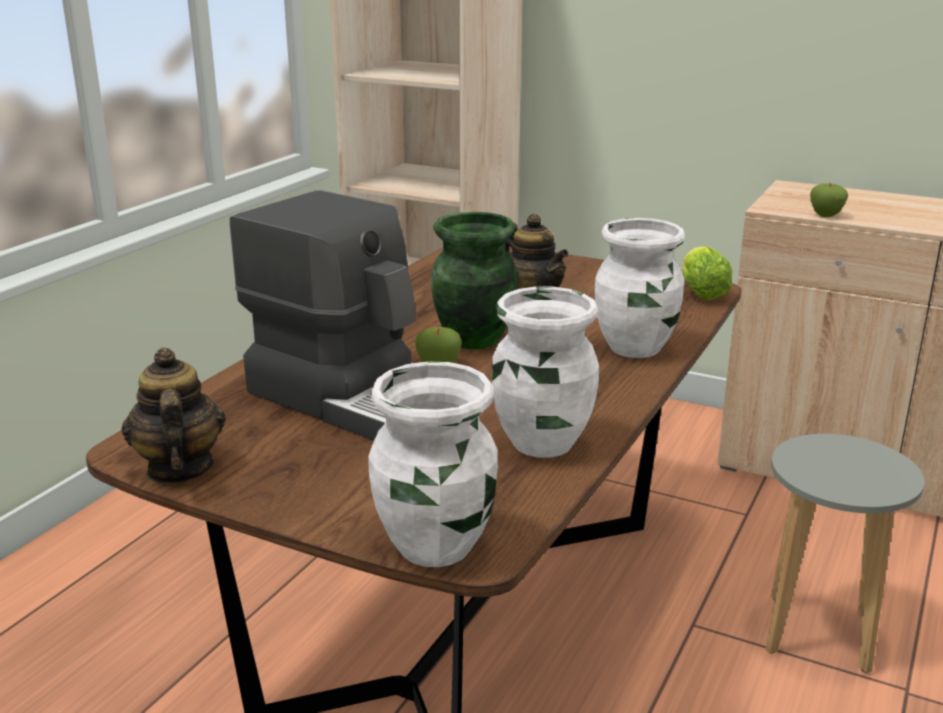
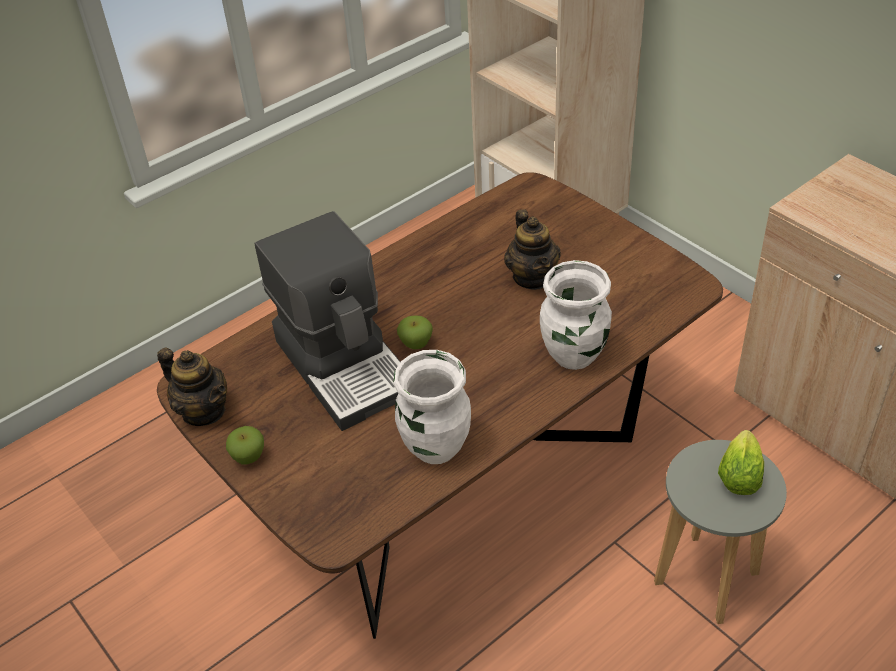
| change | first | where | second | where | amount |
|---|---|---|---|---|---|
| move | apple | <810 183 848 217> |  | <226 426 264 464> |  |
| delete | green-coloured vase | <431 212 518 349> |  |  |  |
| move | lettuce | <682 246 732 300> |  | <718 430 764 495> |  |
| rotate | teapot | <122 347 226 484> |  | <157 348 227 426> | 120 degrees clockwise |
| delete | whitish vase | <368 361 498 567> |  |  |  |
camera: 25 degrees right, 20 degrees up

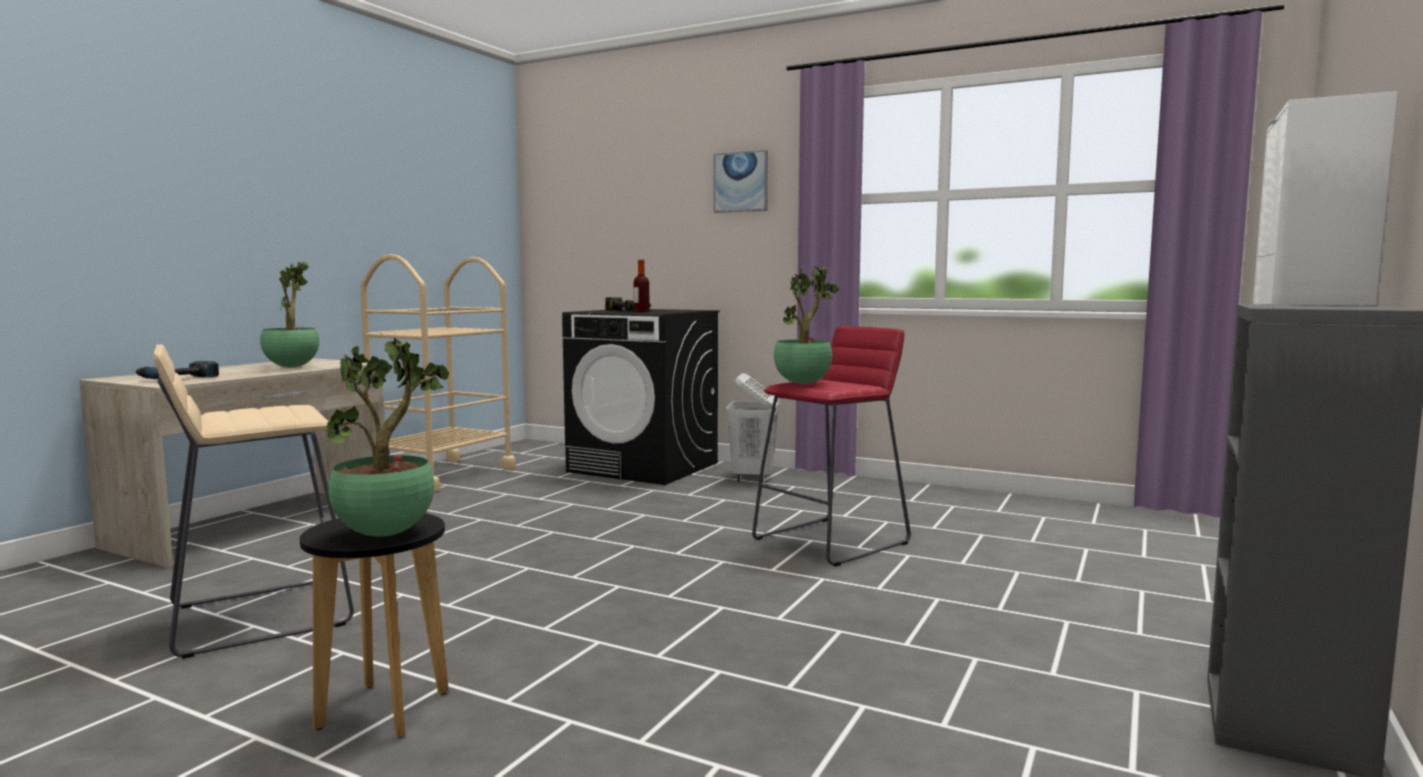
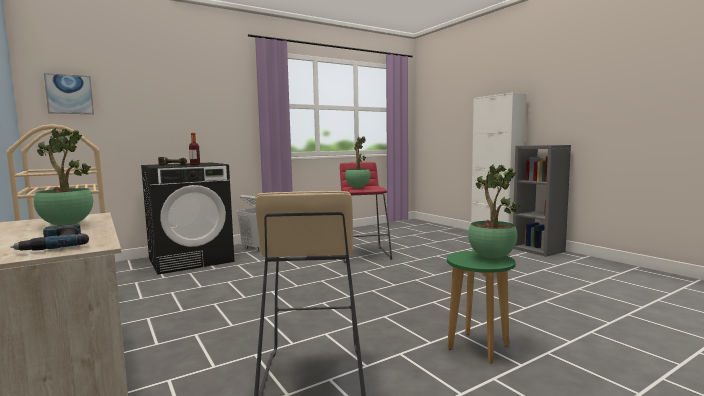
| change | first | where | second | where | amount |
|---|---|---|---|---|---|
| move | wall picture | <714 150 768 213> |  | <44 73 94 114> |  |
| recolor | blackish stool | <300 513 449 738> | green-coloured stool | <447 251 516 364> |  |
camera: 60 degrees left, 0 degrees up

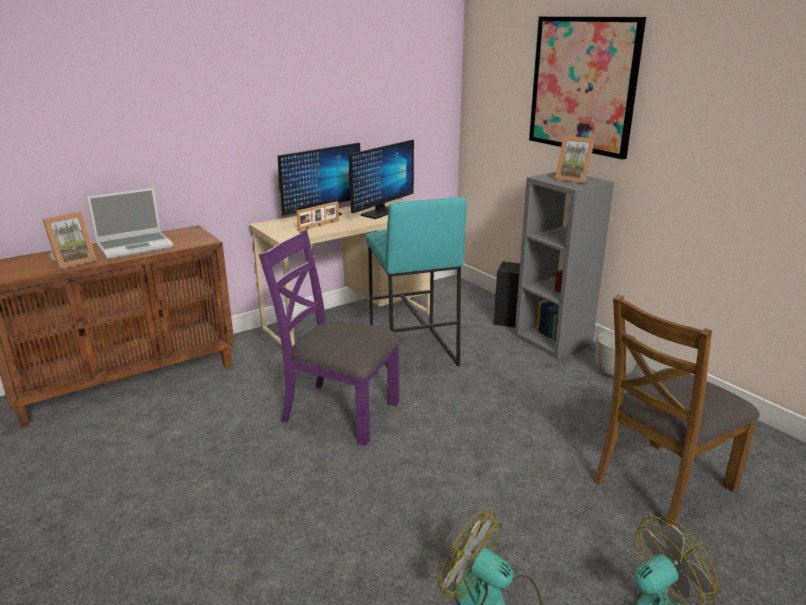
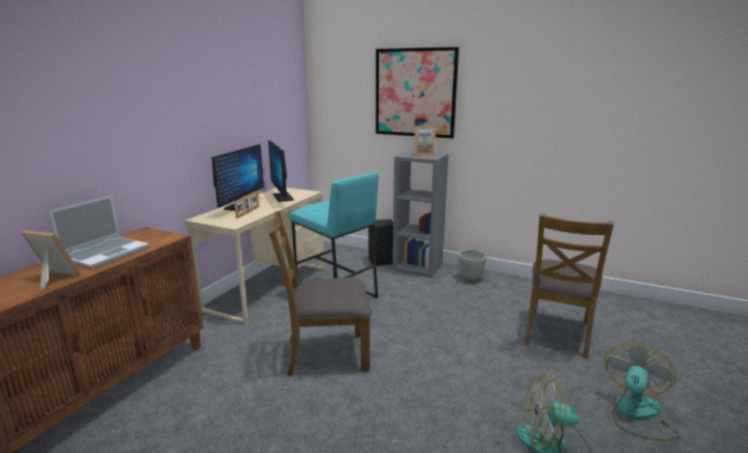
| change | first | where | second | where | amount |
|---|---|---|---|---|---|
| rotate | computer screen | <349 140 414 219> |  | <268 140 294 202> | 150 degrees clockwise |
| rotate | photo frame | <43 212 97 269> |  | <21 230 81 290> | 90 degrees counterclockwise |
| recolor | purplish upright chair | <259 230 401 446> | brown upright chair | <269 211 372 376> |  |
camera: 30 degrees left, 5 degrees down

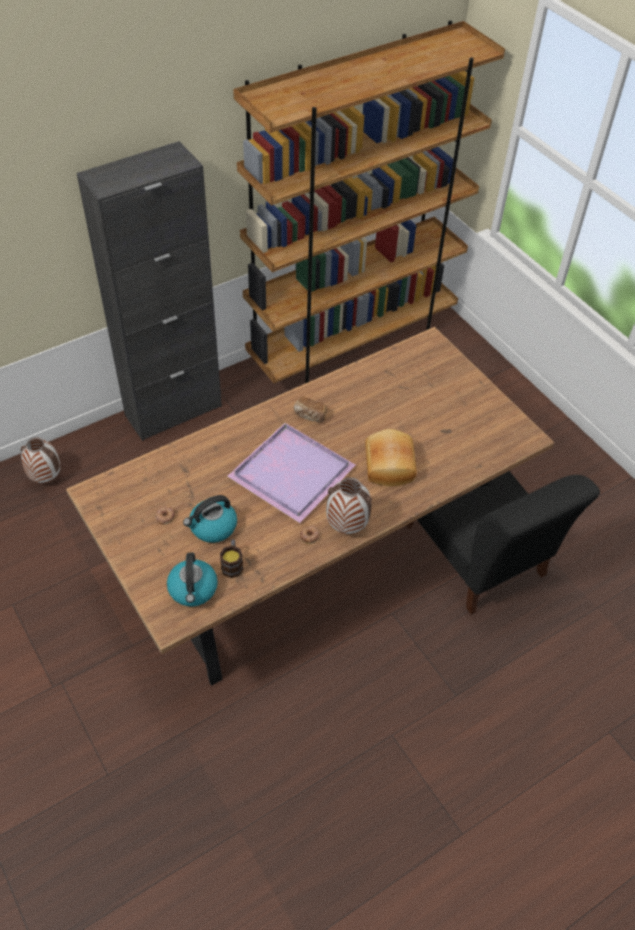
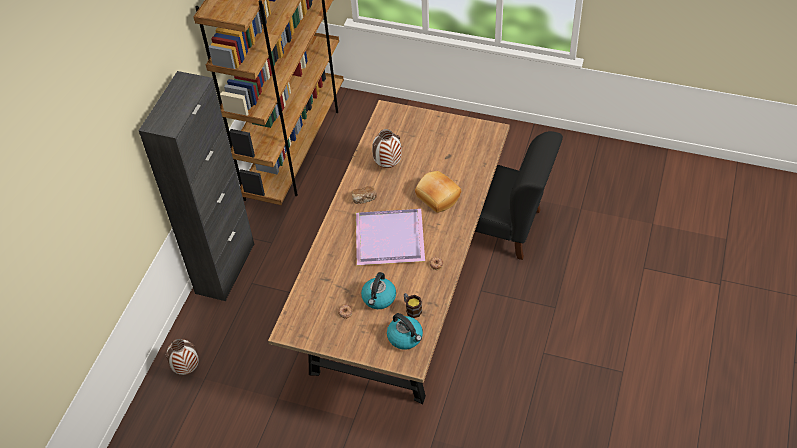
| change | first | where | second | where | amount |
|---|---|---|---|---|---|
| move | vase | <326 477 372 534> |  | <372 129 402 168> |  |
camera: 35 degrees left, 0 degrees up

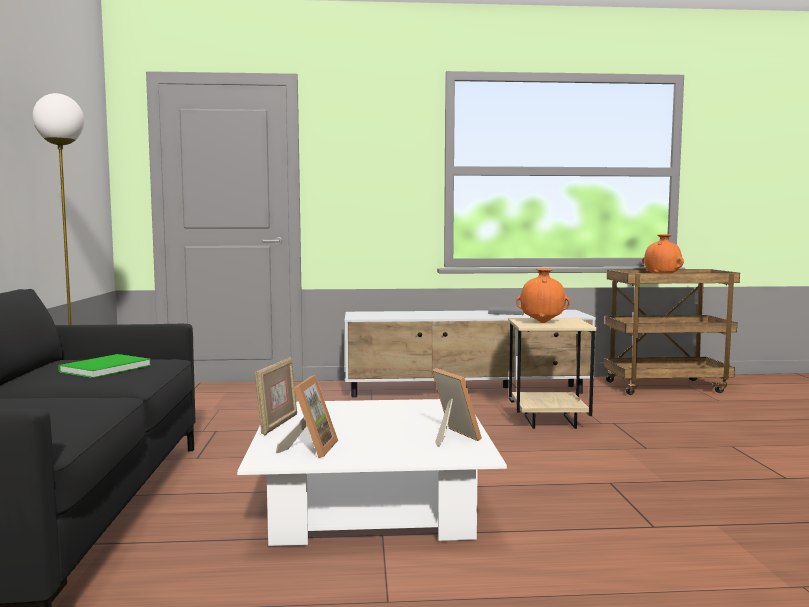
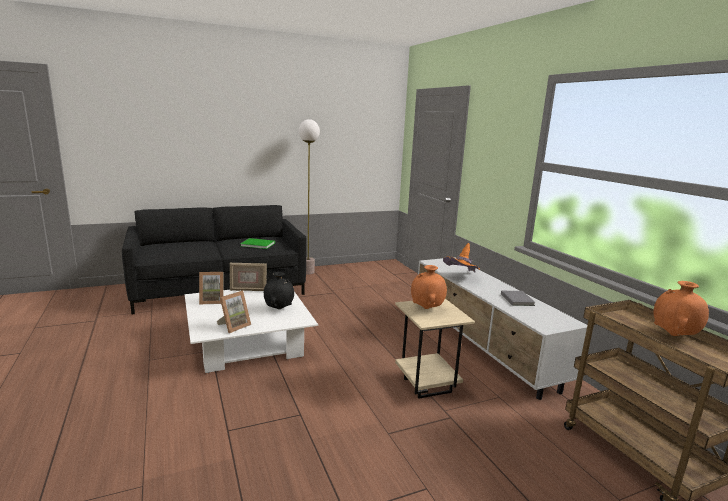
| change | first | where | second | where | amount |
|---|---|---|---|---|---|
| insert |  |  | orange hat | <443 243 480 273> |  |
| insert |  |  | blackish vase | <264 272 294 309> |  |
camera: 70 degrees right, 10 degrees up

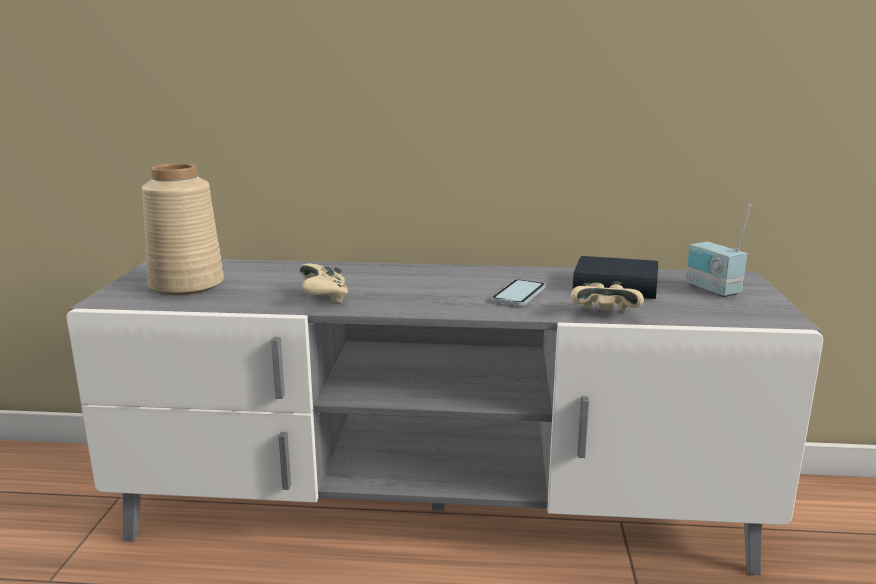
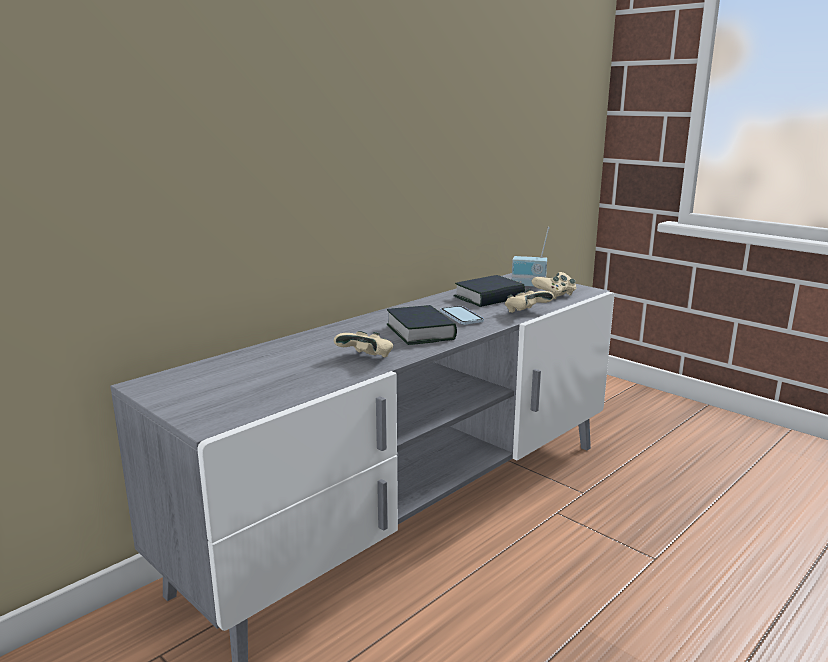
| change | first | where | second | where | amount |
|---|---|---|---|---|---|
| delete | sand-coloured vase | <142 163 224 295> |  |  |  |
| insert |  |  | sand-coloured game controller | <532 272 576 299> |  |
| insert |  |  | bound book | <387 305 457 345> |  |
camera: 50 degrees left, 0 degrees up

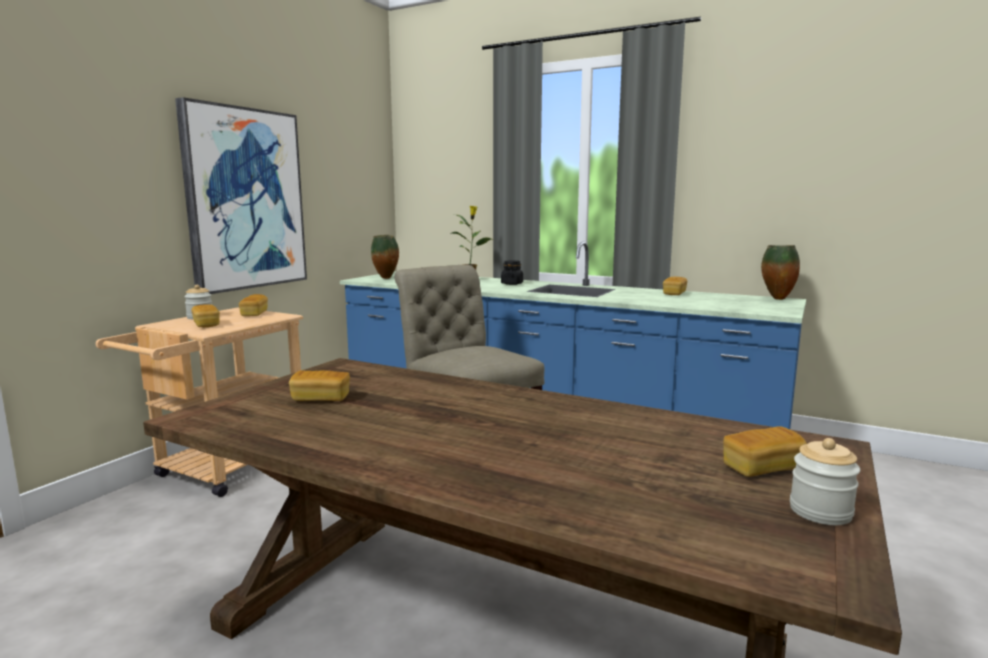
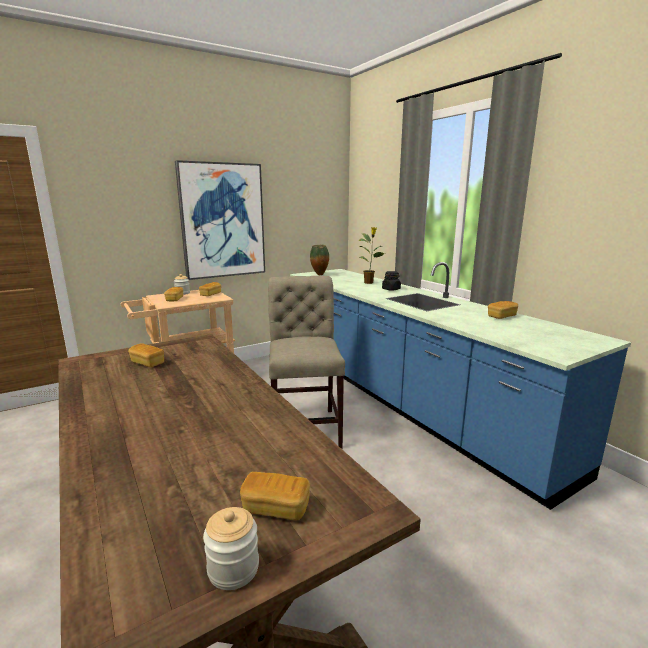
| change | first | where | second | where | amount |
|---|---|---|---|---|---|
| delete | vase | <761 245 800 300> |  |  |  |
camera: 30 degrees right, 5 degrees up

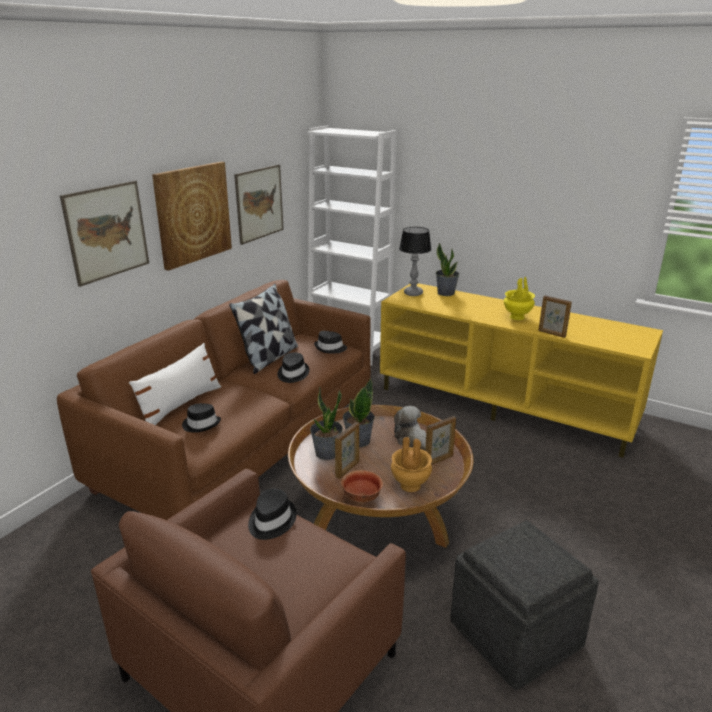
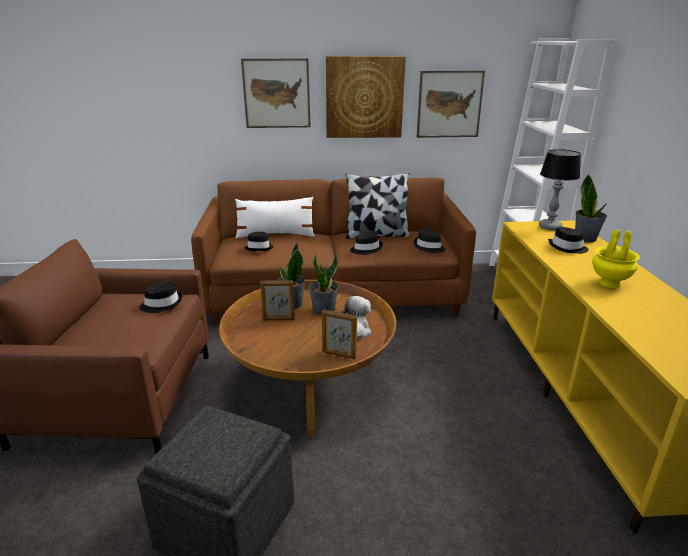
| change | first | where | second | where | amount |
|---|---|---|---|---|---|
| delete | photo frame | <538 295 572 338> |  |  |  |
| delete | brown vase | <391 437 432 492> |  |  |  |
| delete | deep dish | <341 470 383 503> |  |  |  |
| insert |  |  | blackish hat | <548 226 588 254> |  |
camera: 55 degrees right, 0 degrees up

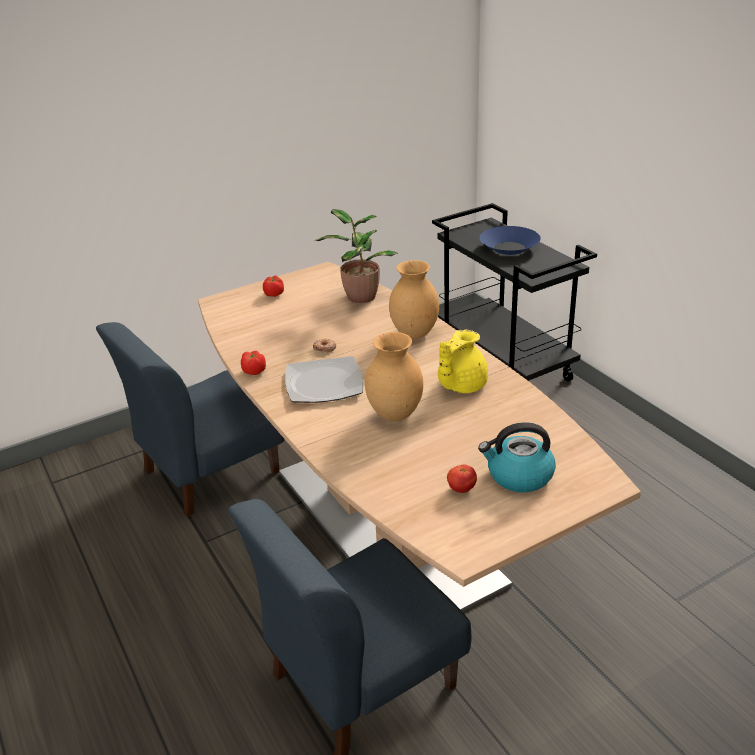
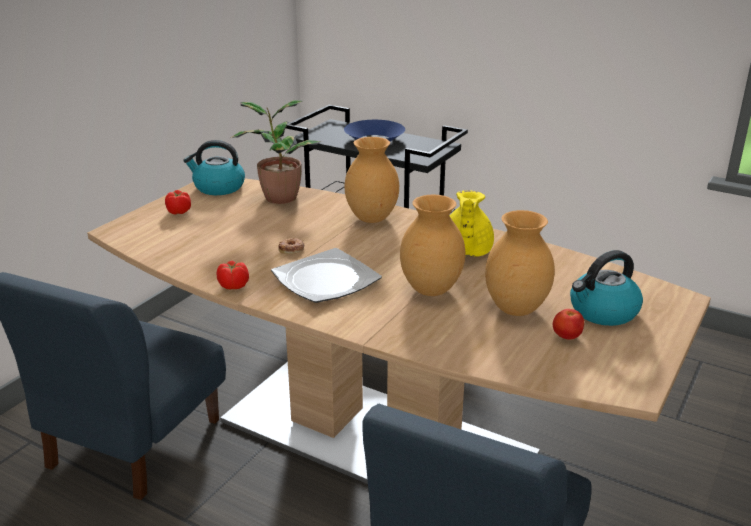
| change | first | where | second | where | amount |
|---|---|---|---|---|---|
| insert |  |  | kettle | <183 140 245 195> |  |
| insert |  |  | brown vase | <485 210 555 316> |  |
camera: 30 degrees left, 5 degrees down

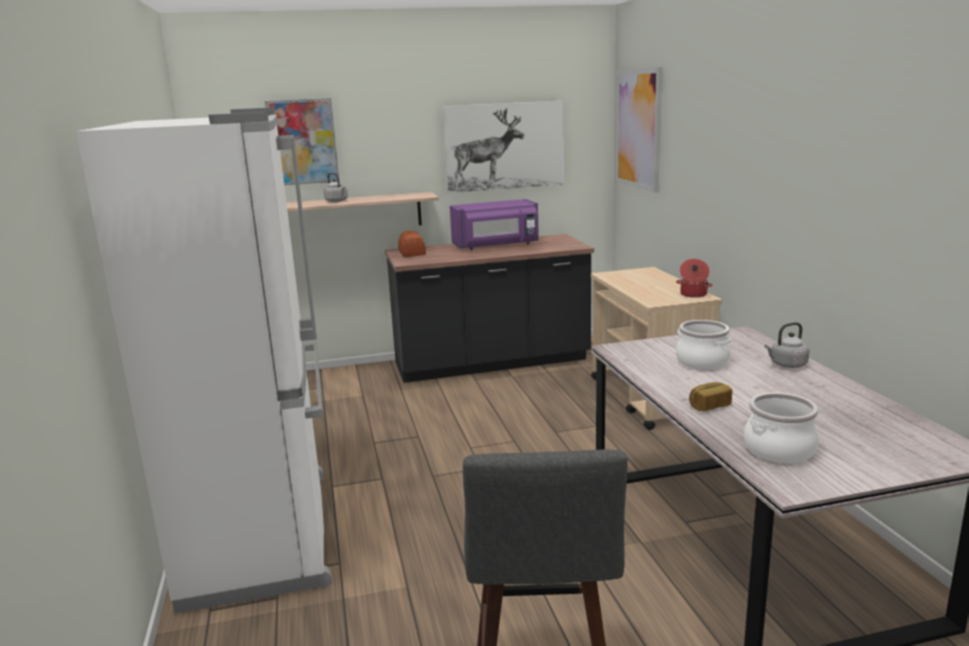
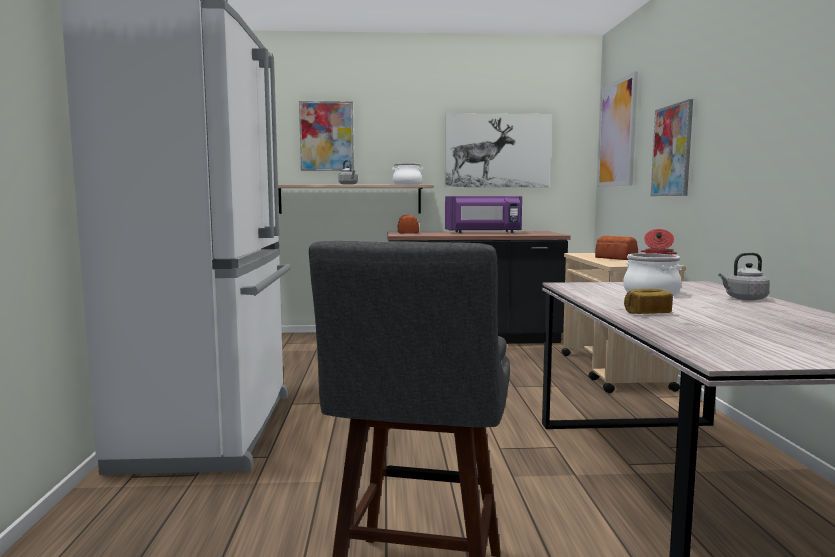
| change | first | where | second | where | amount |
|---|---|---|---|---|---|
| move | stockpot | <744 393 819 463> |  | <392 163 423 185> |  |
| insert |  |  | wall picture | <651 99 693 196> |  |
| insert |  |  | bakery bread | <595 236 638 260> |  |
camera: 10 degrees right, 10 degrees down

